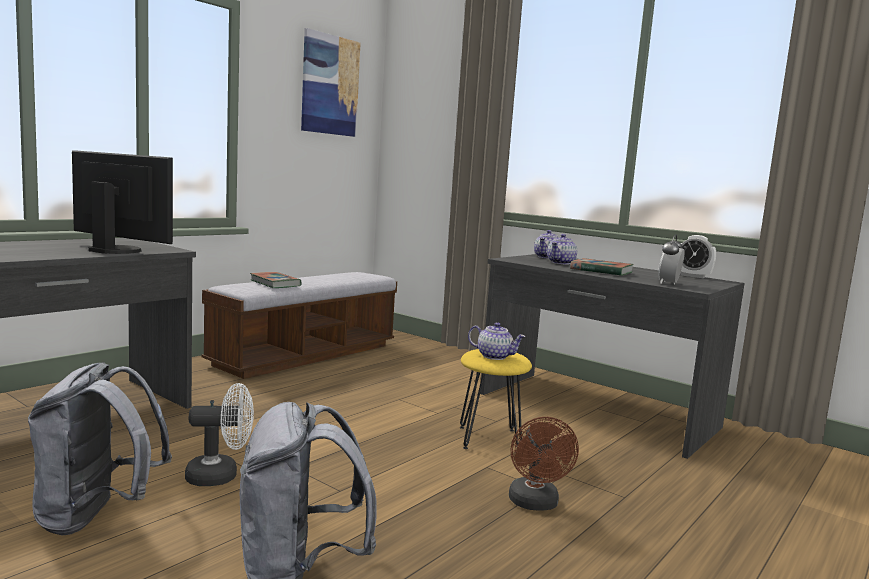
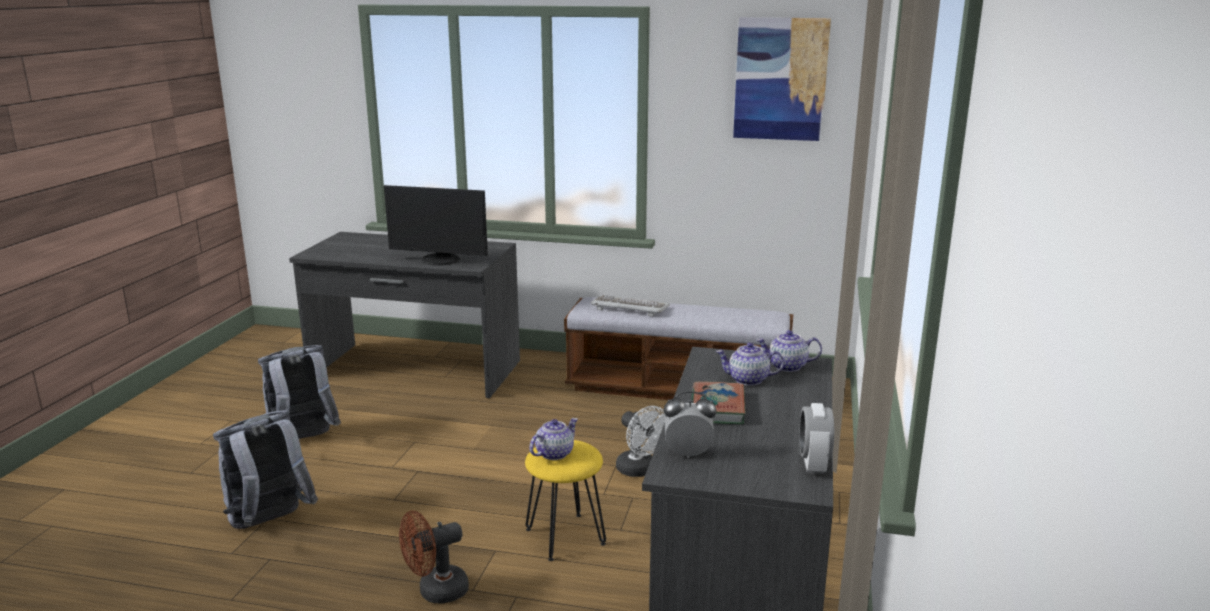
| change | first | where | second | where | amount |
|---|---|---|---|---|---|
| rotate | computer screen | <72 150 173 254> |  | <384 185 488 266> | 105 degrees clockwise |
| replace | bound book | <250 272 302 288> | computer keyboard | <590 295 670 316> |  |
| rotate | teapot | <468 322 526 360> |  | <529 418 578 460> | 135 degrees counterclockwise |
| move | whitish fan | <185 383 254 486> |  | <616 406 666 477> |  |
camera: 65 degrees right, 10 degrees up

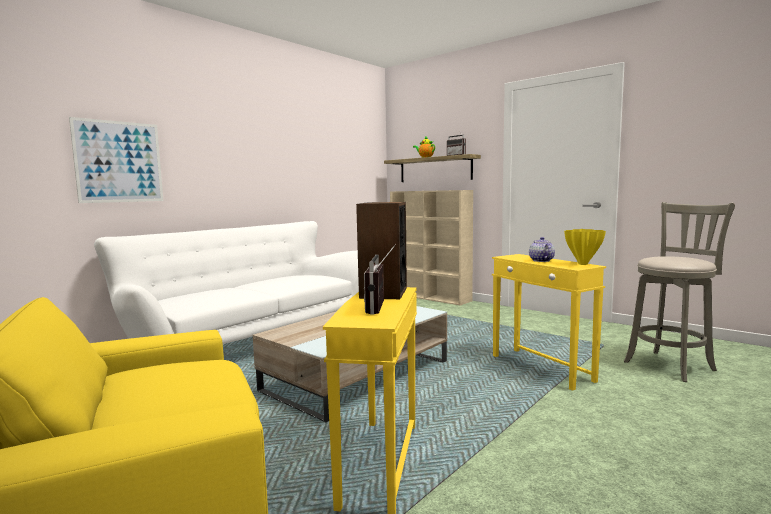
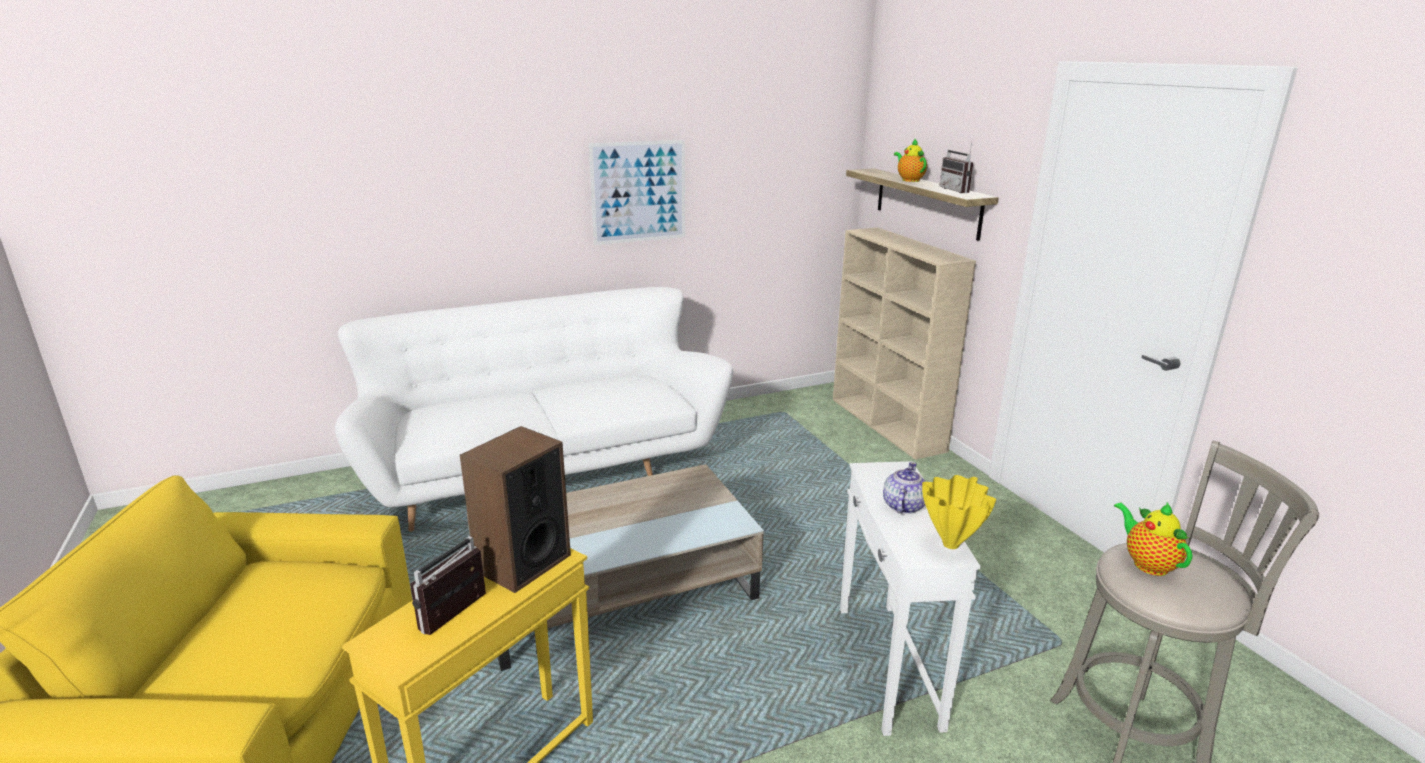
| change | first | where | second | where | amount |
|---|---|---|---|---|---|
| move | wall picture | <69 117 163 203> |  | <589 140 685 245> |  |
| recolor | yellow end table | <492 254 606 391> | whitish end table | <840 461 981 736> |  |
| insert |  |  | teapot | <1114 502 1192 576> |  |
camera: 25 degrees right, 15 degrees up

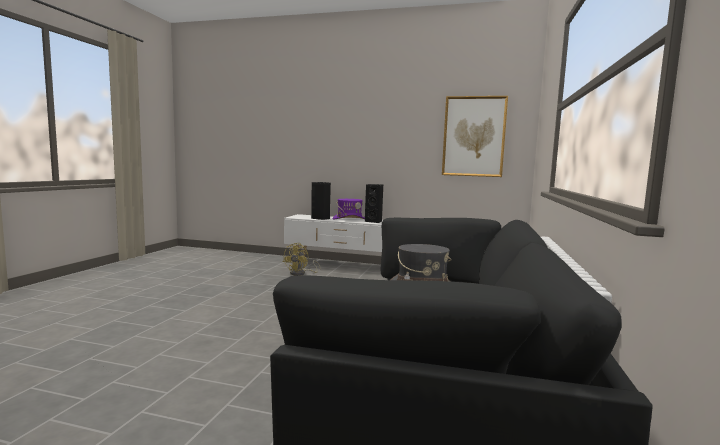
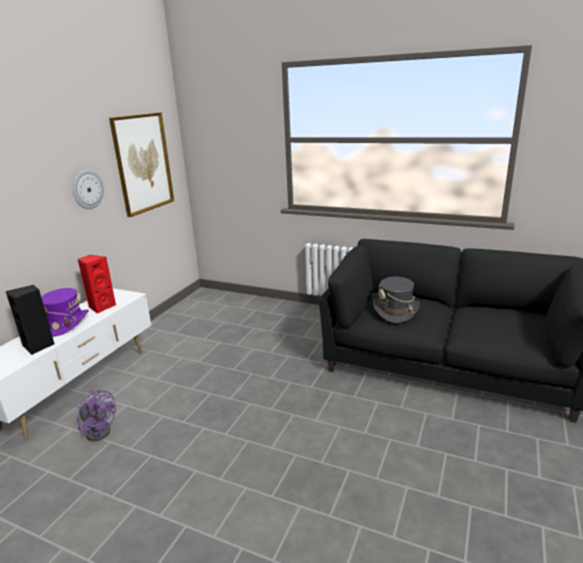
| change | first | where | second | where | amount |
|---|---|---|---|---|---|
| recolor | blackish audio speaker | <365 184 383 223> | red audio speaker | <77 255 116 314> |  |
| recolor | yellow fan | <283 243 321 276> | purplish fan | <77 390 116 441> |  |
| insert |  |  | hanging clock | <73 170 104 209> |  |
camera: 80 degrees left, 15 degrees up

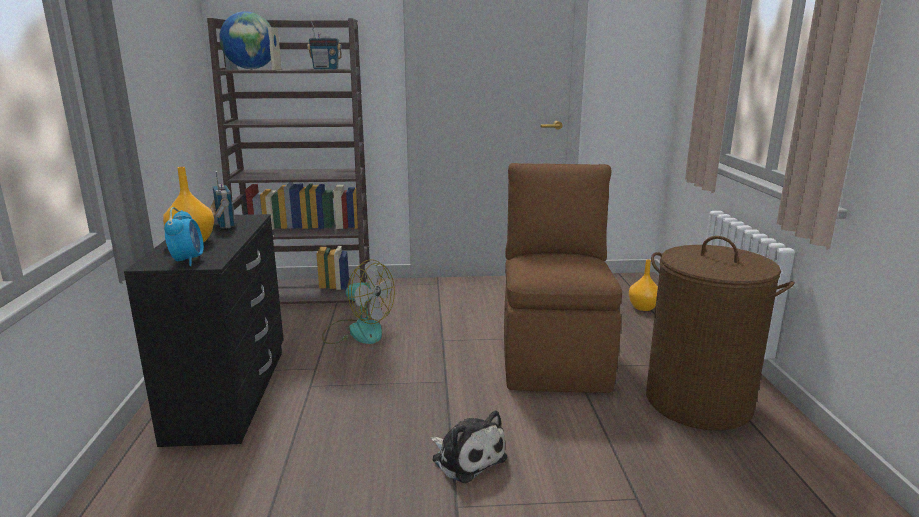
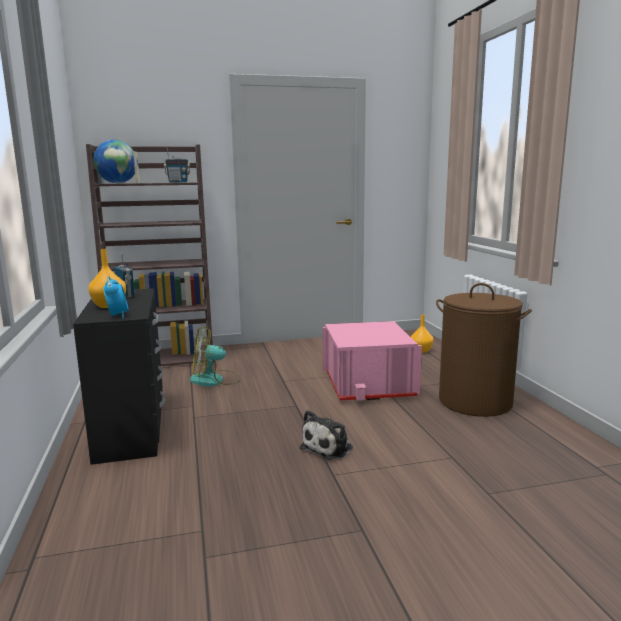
| change | first | where | second | where | amount |
|---|---|---|---|---|---|
| replace | brown upright chair | <504 163 622 393> | pink storage container | <323 321 422 401> |  |
| rotate | fan | <322 260 395 344> |  | <190 326 241 387> | 150 degrees clockwise |
| rotate | cuddly toy | <431 411 507 484> |  | <300 410 353 460> | 90 degrees clockwise |
camera: 10 degrees left, 5 degrees down

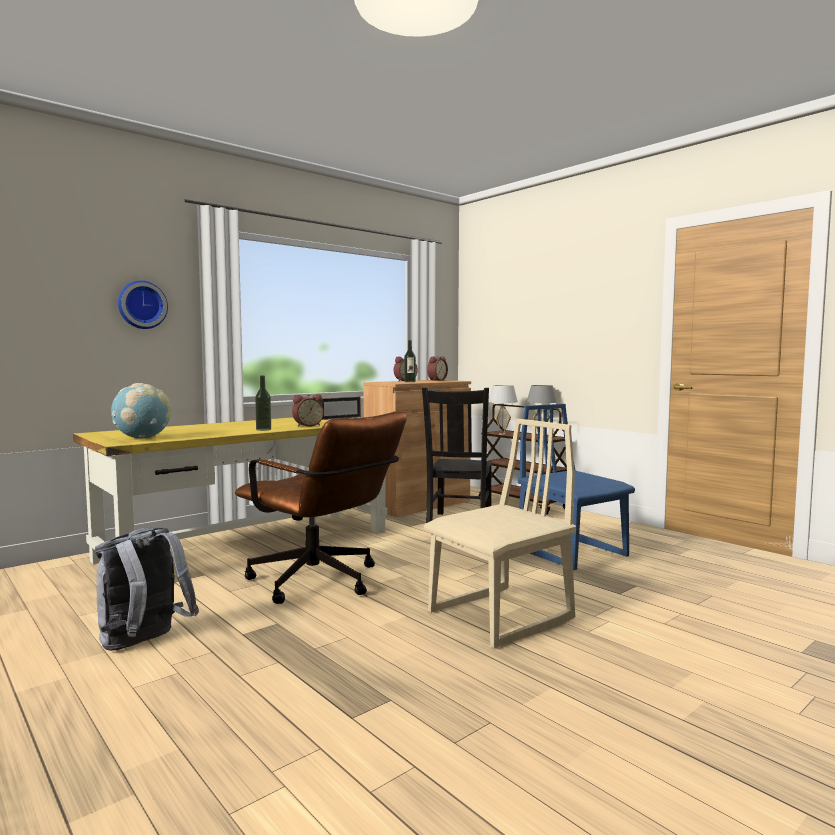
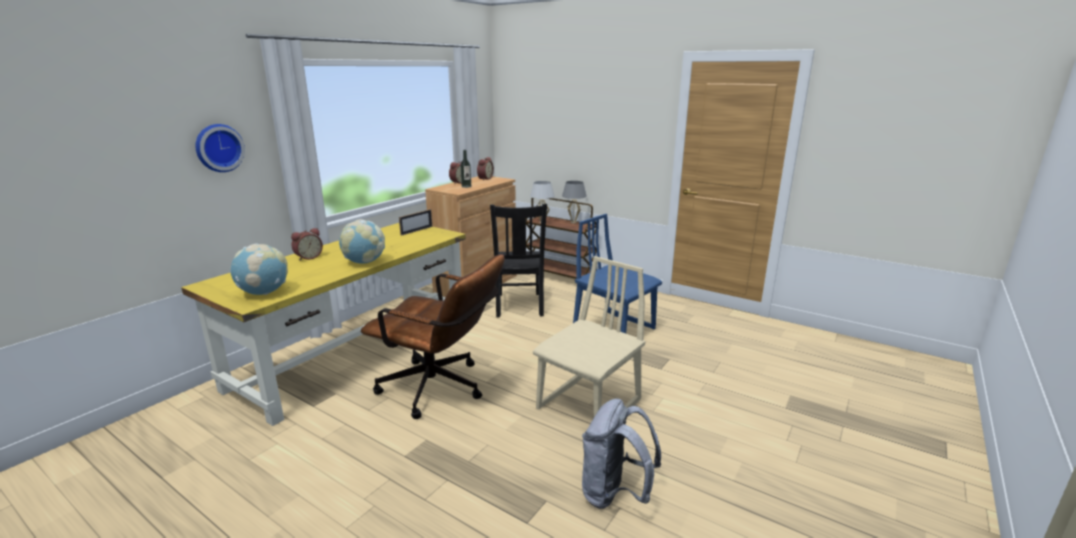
| change | first | where | second | where | amount |
|---|---|---|---|---|---|
| replace | drink bottle | <255 376 271 431> | globe | <339 219 385 264> |  |
| move | alarm clock | <292 394 324 427> |  | <291 228 323 261> |  |
| move | greyish rucksack | <95 527 199 651> |  | <582 398 661 509> |  |
camera: 15 degrees left, 15 degrees up

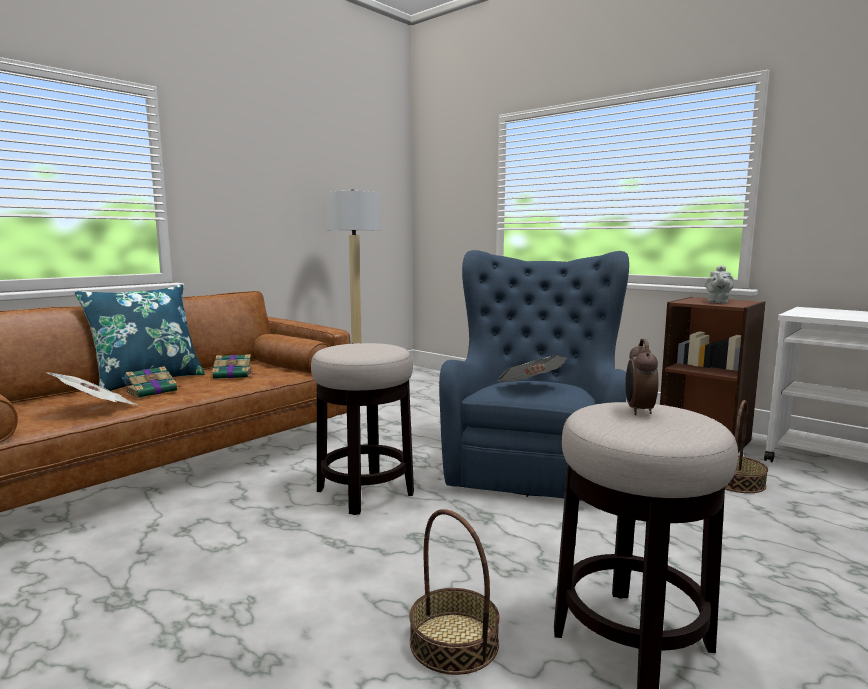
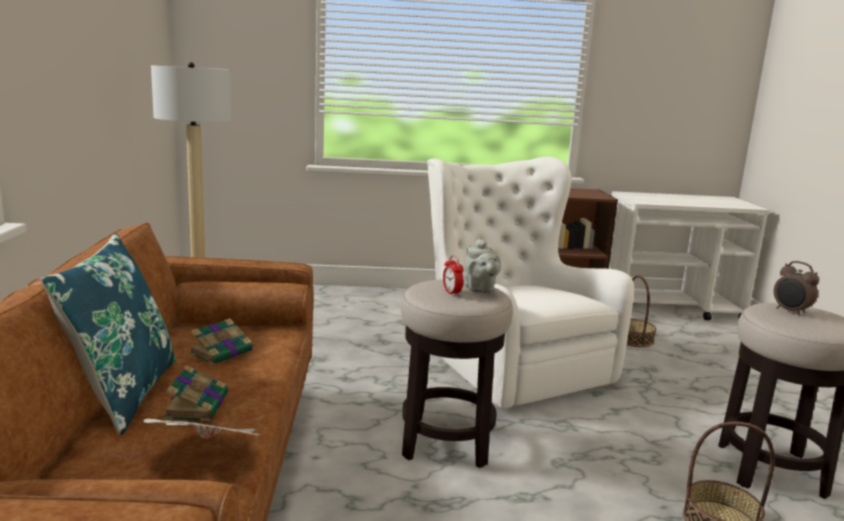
| change | first | where | second | where | amount |
|---|---|---|---|---|---|
| recolor | blue-coloured armchair | <439 250 629 501> | whitish armchair | <427 157 634 409> |  |
| move | greyish teapot | <705 265 734 304> |  | <464 238 501 293> |  |
| delete | daily paper | <497 355 567 382> |  |  |  |
| insert |  |  | alarm clock | <443 255 464 296> |  |
camera: 45 degrees left, 5 degrees up

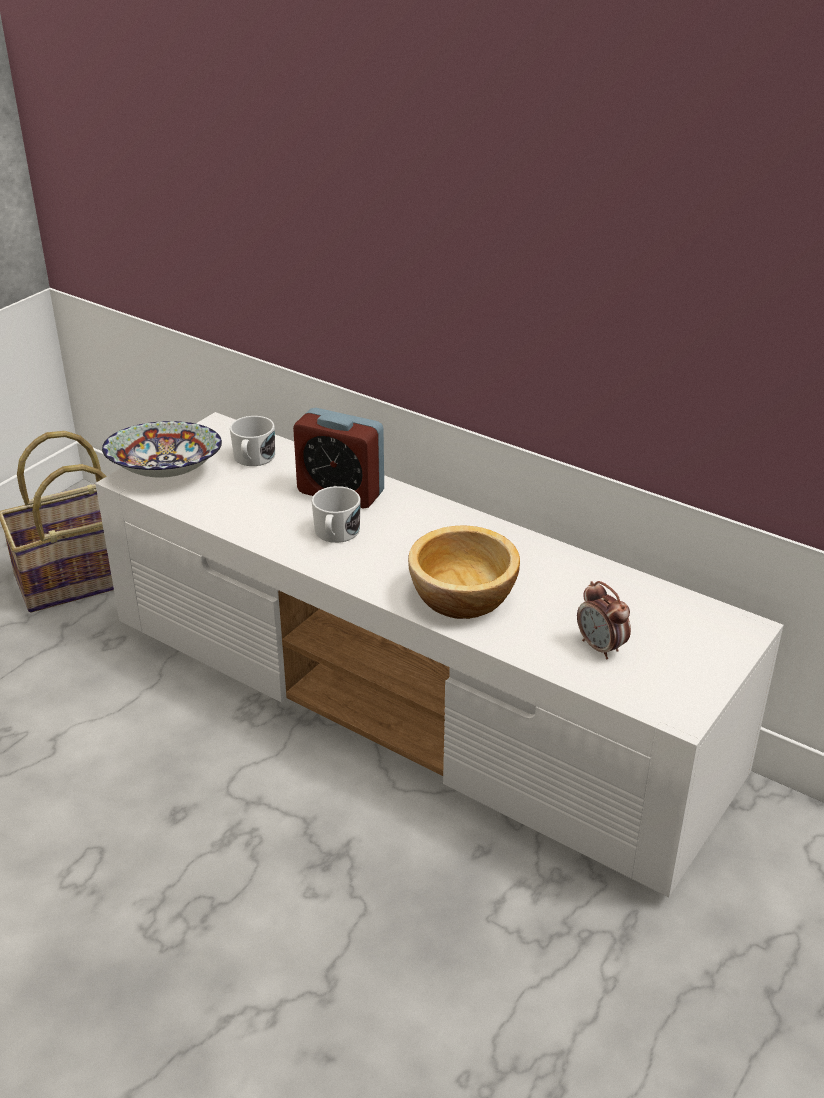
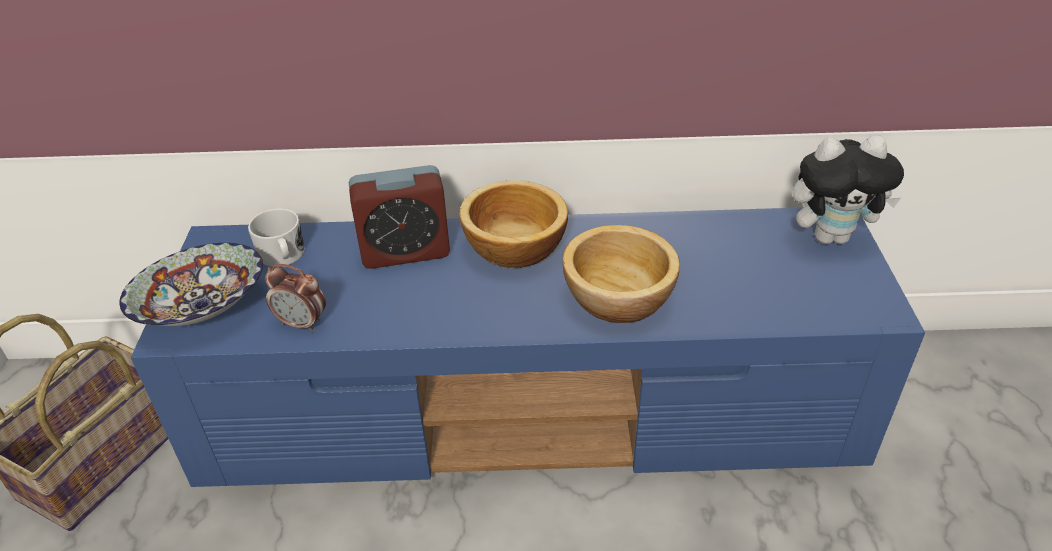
| change | first | where | second | where | amount |
|---|---|---|---|---|---|
| recolor | whitish tv unit | <95 412 783 897> | blue-coloured tv unit | <131 207 925 487> |  |
| delete | whitish coffee mug | <312 486 361 543> |  |  |  |
| move | alarm clock | <577 581 631 659> |  | <265 264 326 332> |  |
| insert |  |  | cuddly toy | <792 135 904 244> |  |
| insert |  |  | deep dish | <459 180 568 268> |  |
camera: 35 degrees left, 5 degrees up

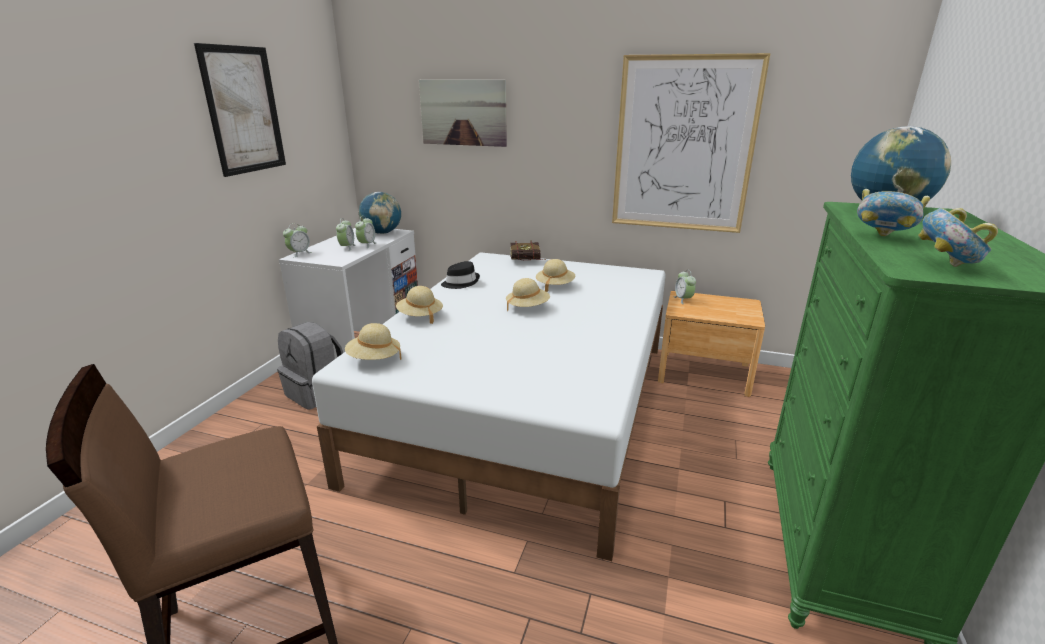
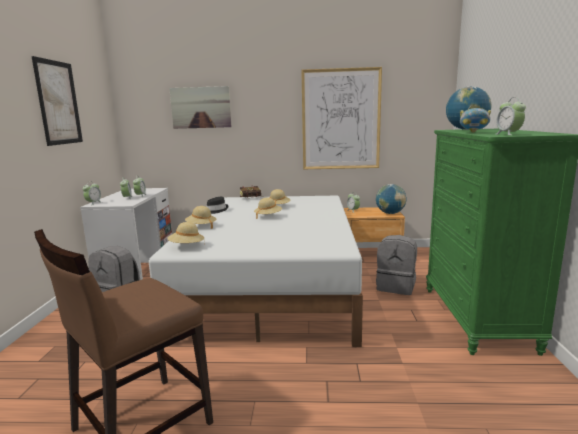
| change | first | where | second | where | amount |
|---|---|---|---|---|---|
| move | globe | <359 192 401 234> |  | <376 184 407 214> |  |
| replace | deep dish | <918 208 998 267> | alarm clock | <496 97 526 135> |  |
| insert |  |  | greyish rucksack | <376 235 417 295> |  |
camera: 15 degrees left, 10 degrees down

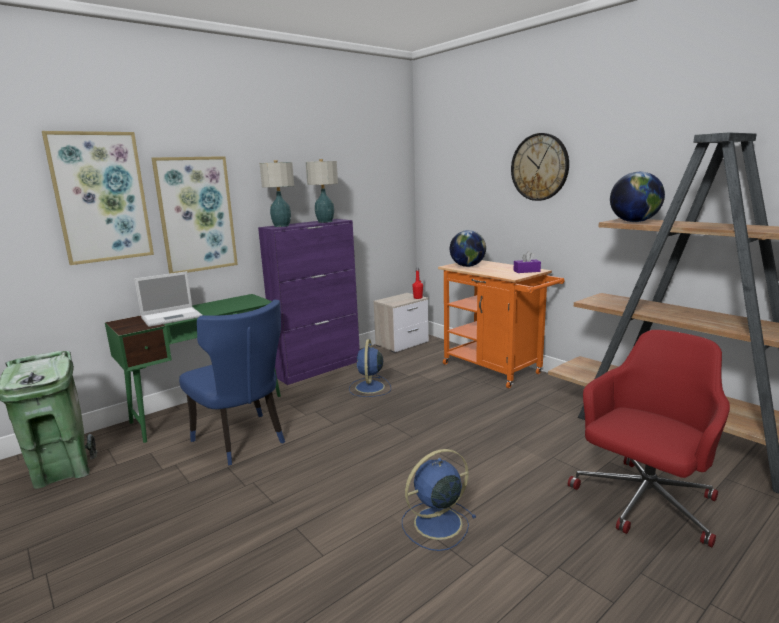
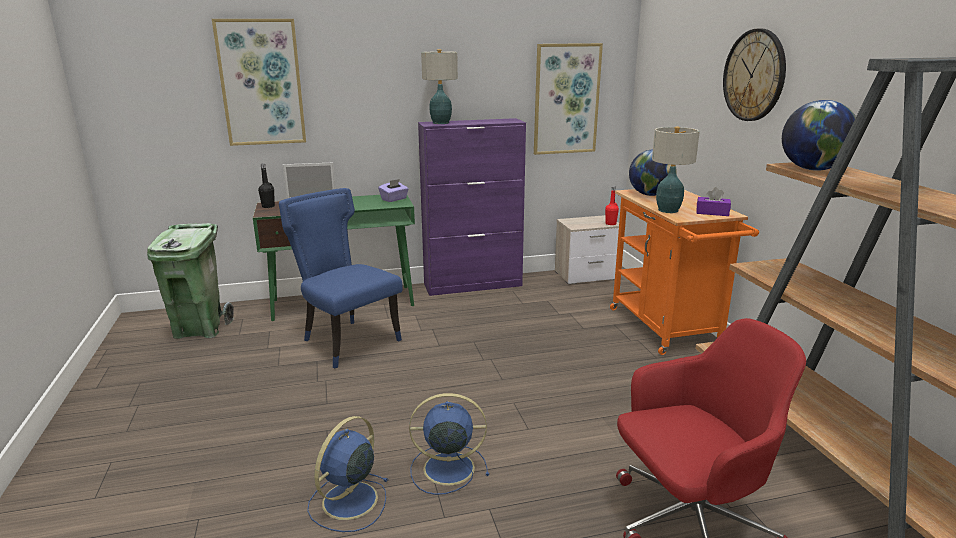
| change | first | where | second | where | amount |
|---|---|---|---|---|---|
| move | wall picture | <151 156 238 274> |  | <534 43 603 155> |  |
| move | tabletop lamp | <306 159 338 223> |  | <652 127 700 213> |  |
| rotate | blue-coloured upright chair | <179 300 285 465> |  | <279 188 403 369> | 150 degrees clockwise |
| move | blue-coloured fan | <349 339 391 397> |  | <307 416 388 532> |  |
| insert |  |  | blackish drink bottle | <258 164 275 208> |  |
| insert |  |  | purplish tissue box | <378 179 409 202> |  |
camera: 25 degrees right, 5 degrees up

